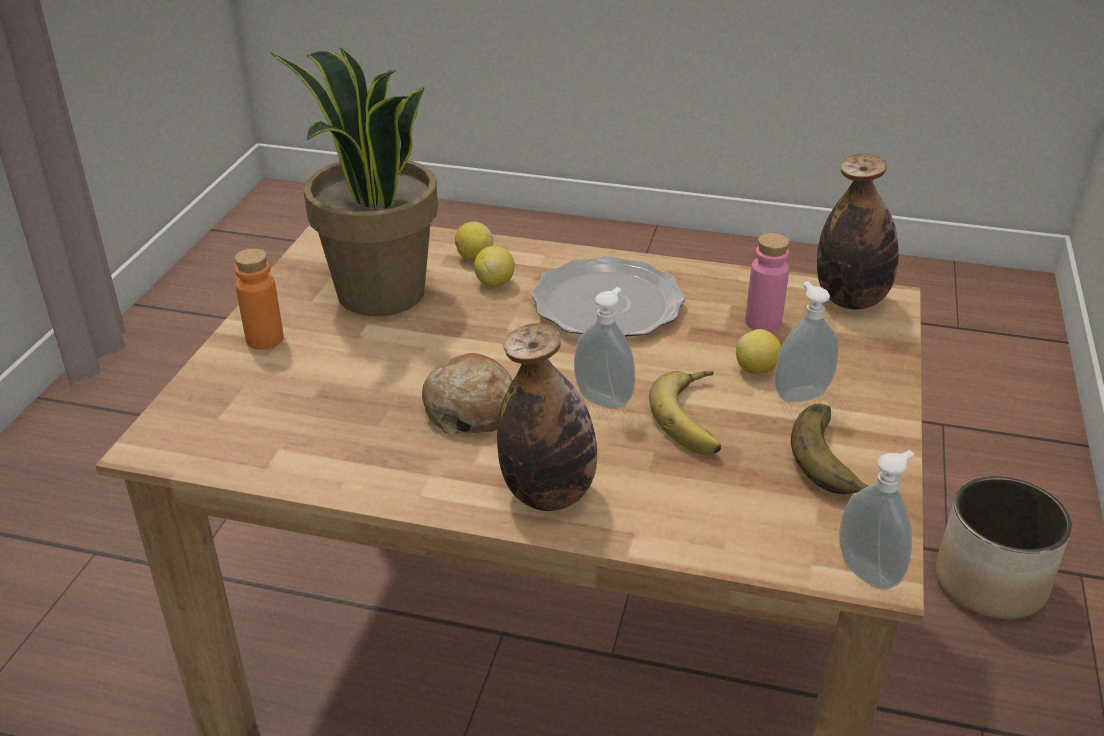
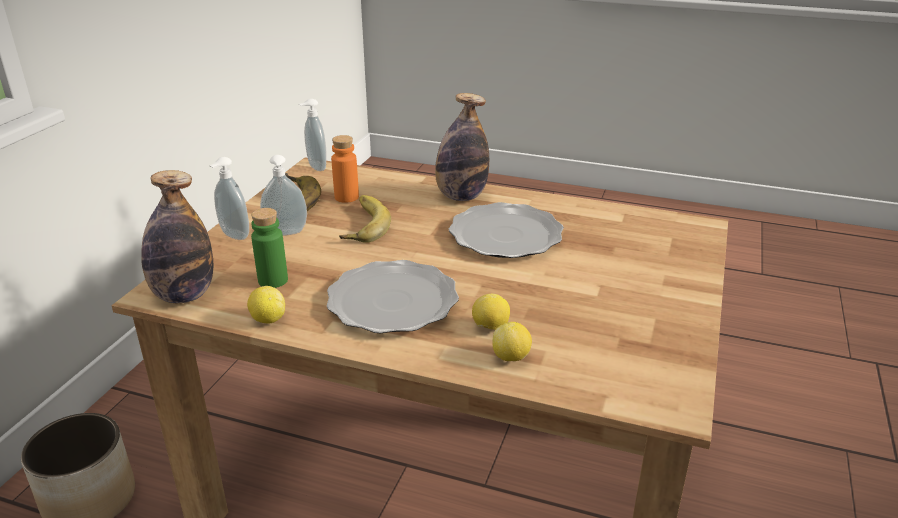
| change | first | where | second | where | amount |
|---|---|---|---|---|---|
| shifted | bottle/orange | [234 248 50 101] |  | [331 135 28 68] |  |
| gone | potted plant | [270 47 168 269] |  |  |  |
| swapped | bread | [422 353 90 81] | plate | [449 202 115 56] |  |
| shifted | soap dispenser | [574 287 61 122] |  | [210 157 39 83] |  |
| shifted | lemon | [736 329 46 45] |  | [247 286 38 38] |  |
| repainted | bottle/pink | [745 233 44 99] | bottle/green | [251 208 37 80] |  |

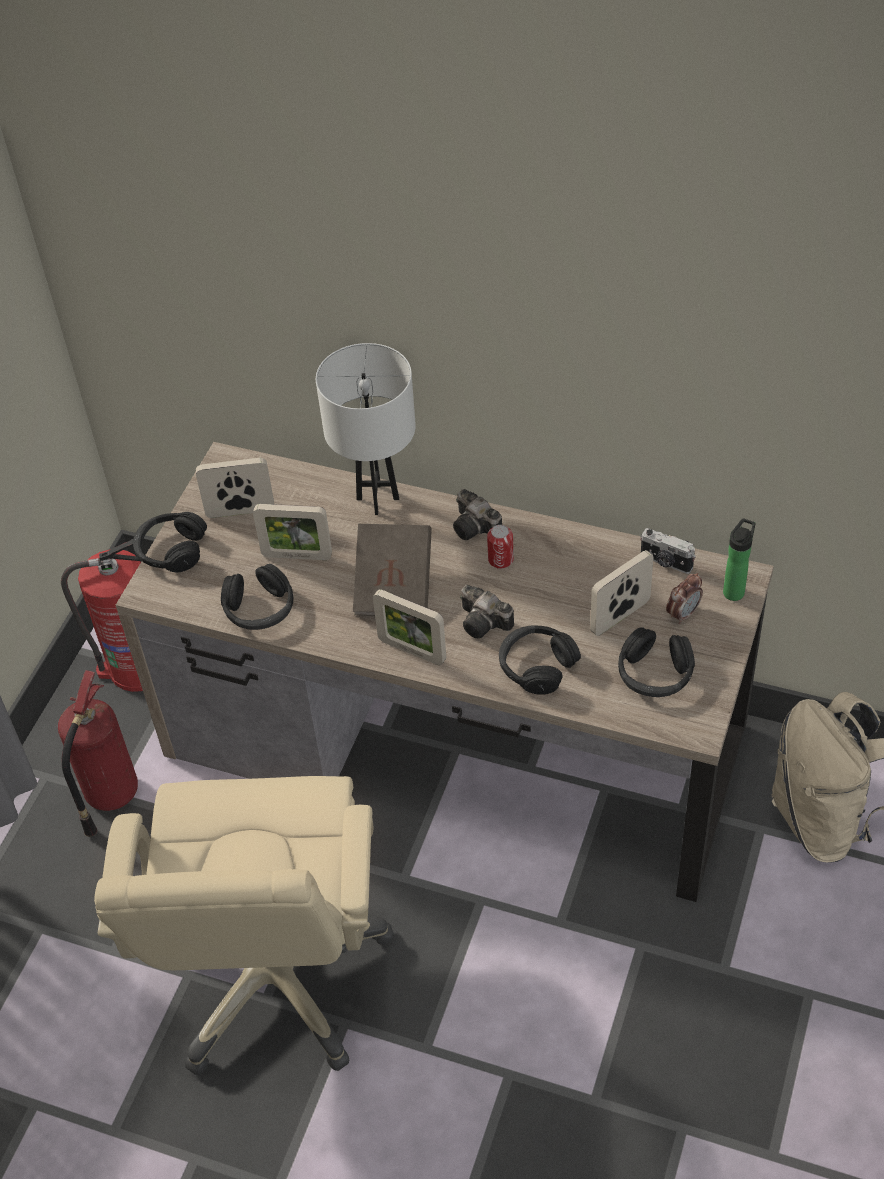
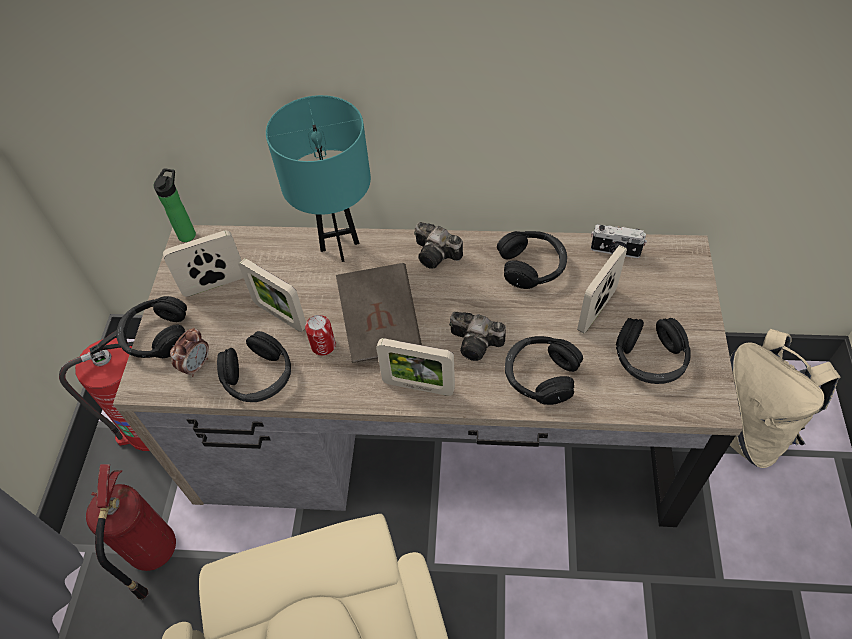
| change | first | where | second | where | amount |
|---|---|---|---|---|---|
| rotated | picture frame | [253 504 79 56] |  | [238 258 68 74] | 45 degrees clockwise |
| repainted | table lamp/white | [316 343 100 172] | table lamp/turquoise | [266 95 105 167] |  |
| shifted | can | [487 525 27 44] |  | [305 315 31 41] |  |
| shifted | alarm clock | [666 573 37 51] |  | [170 328 39 49] |  |
| shifted | bottle | [723 518 32 83] |  | [154 168 42 74] |  |
| new |  |  | headphones/black | [497 231 70 58] |  |

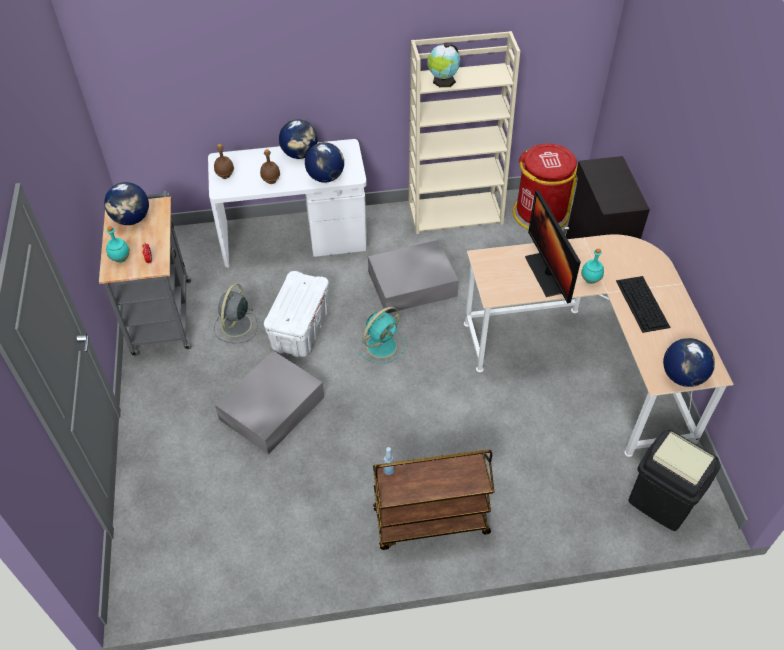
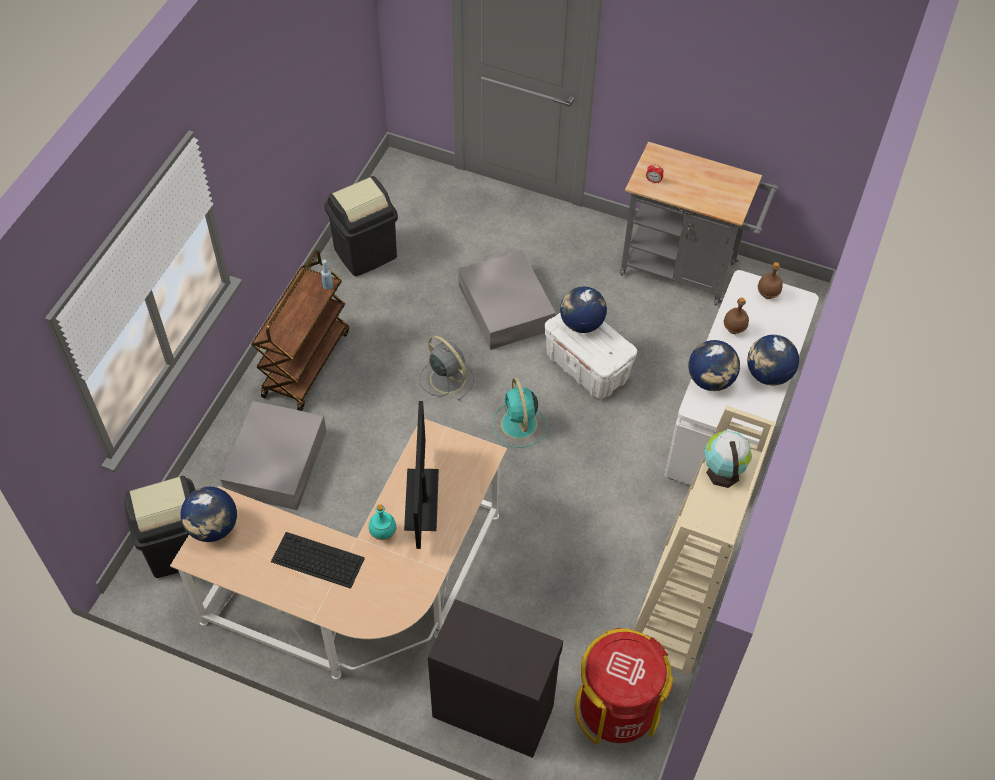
| change | first | where | second | where | amount |
|---|---|---|---|---|---|
| shifted | globe | [104 182 45 43] |  | [560 286 47 47] |  |
| gone | bottle/turquoise | [106 226 24 37] |  |  |  |
| shifted | fan/grey | [214 283 43 60] |  | [419 336 55 65] |  |
| shifted | storage box/grey | [368 240 91 73] |  | [221 401 106 109] |  |
| rotated | monitor | [525 190 56 114] |  | [404 401 35 148] | 105 degrees counterclockwise |
| new |  |  | trash can/black | [324 176 74 100] |  |

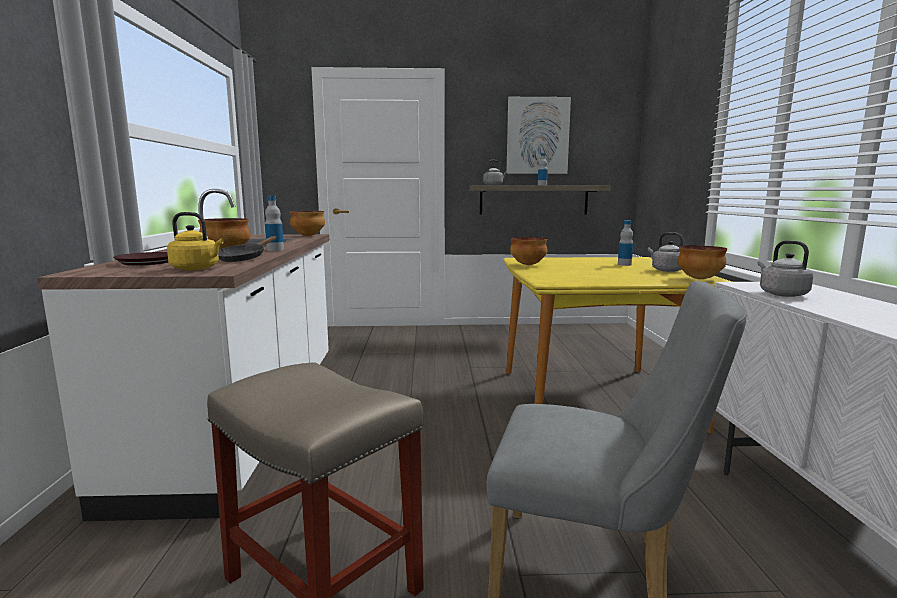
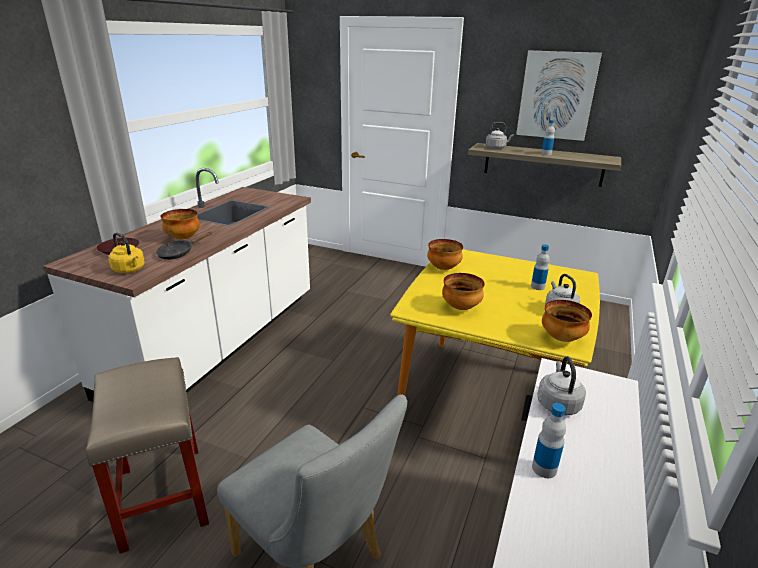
| change | first | where | second | where | amount |
|---|---|---|---|---|---|
| shifted | bottle | [265 196 19 55] |  | [532 403 34 75] |  |
| shifted | bowl | [290 211 35 25] |  | [442 273 43 37] |  |

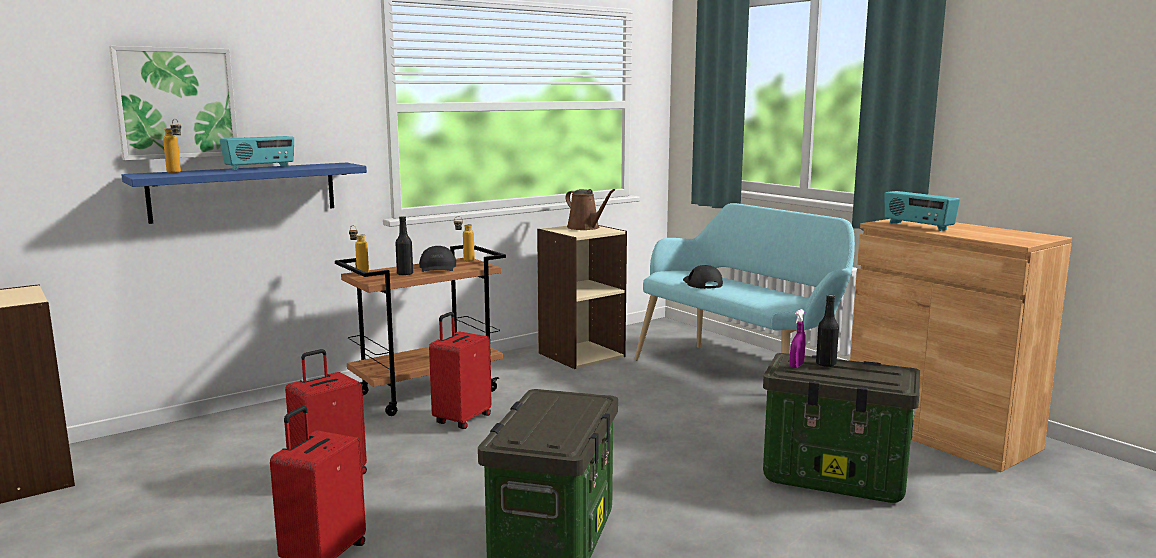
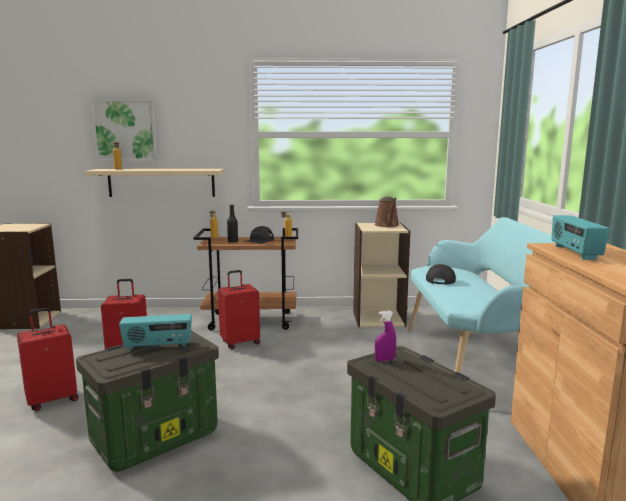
| change | first | where | second | where | amount |
|---|---|---|---|---|---|
| repainted | shelf/blue | [122 163 245 61] | shelf/beige | [84 169 140 28] |  |
| shifted | radio | [220 136 74 34] |  | [119 314 73 37] |  |
| gone | bottle/black | [816 295 23 72] |  |  |  |

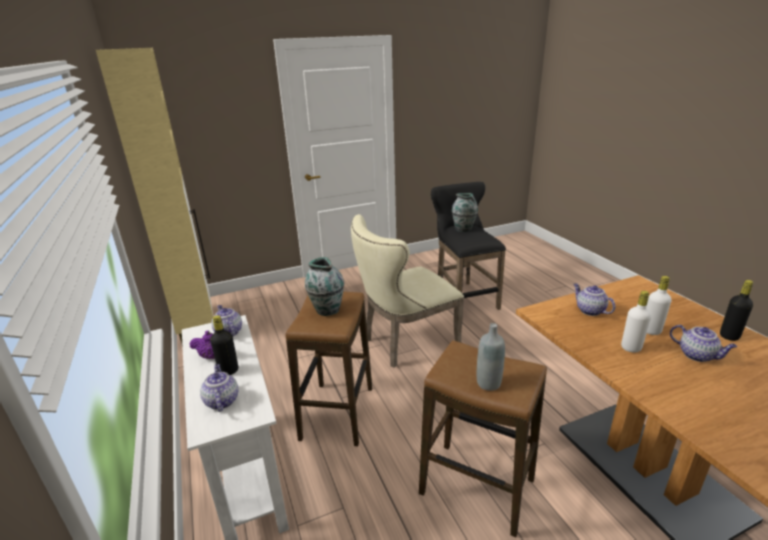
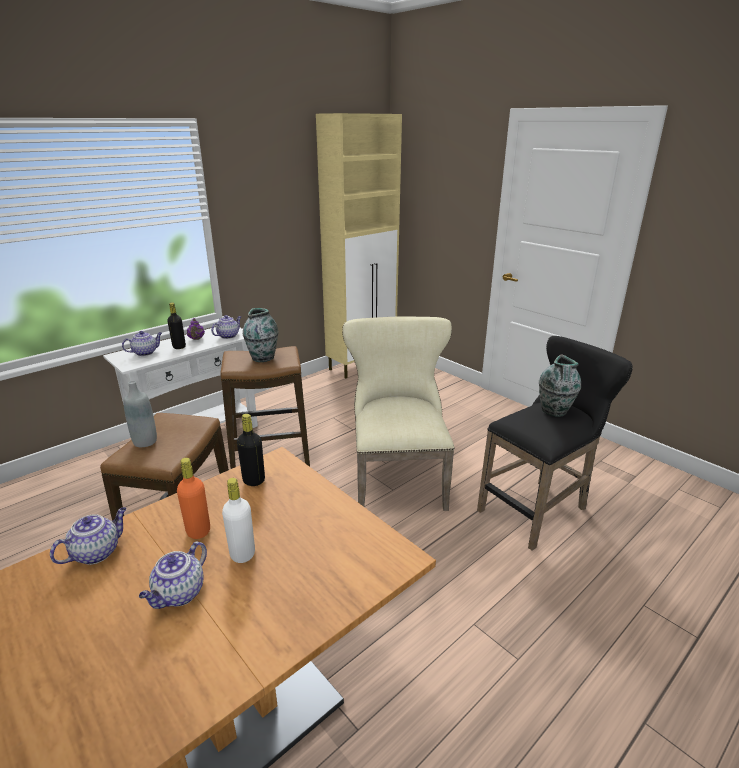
| change | first | where | second | where | amount |
|---|---|---|---|---|---|
| rotated | chair/beige | [351 214 113 154] |  | [342 317 113 194] | 45 degrees clockwise |
| shifted | teapot | [573 283 42 33] |  | [50 507 76 58] |  |
| repainted | bottle/white | [621 291 30 62] | bottle/orange | [177 458 33 81] |  |
| shifted | bottle/black | [720 280 33 61] |  | [237 414 28 72] |  |

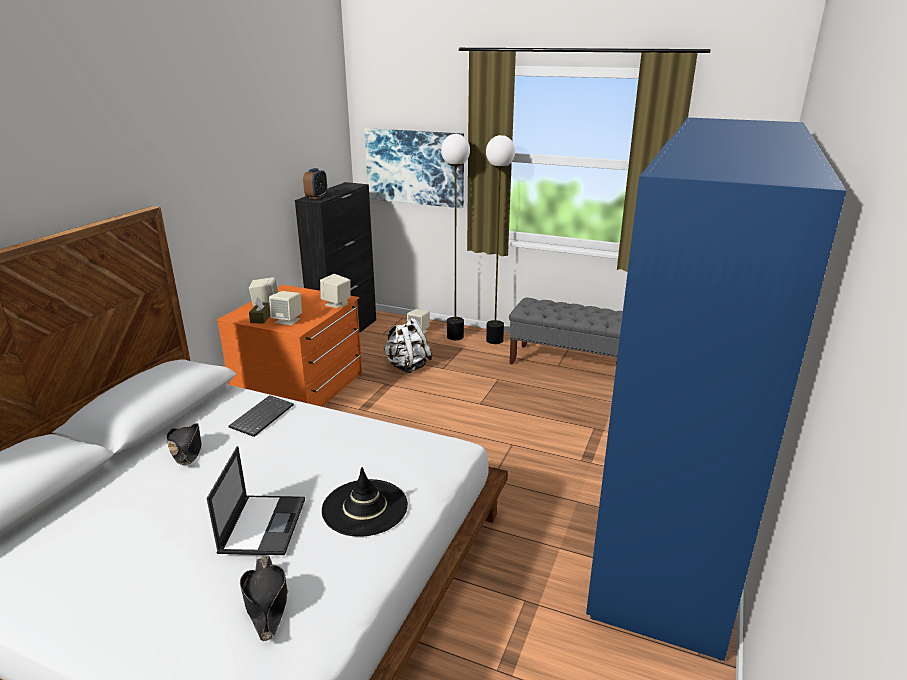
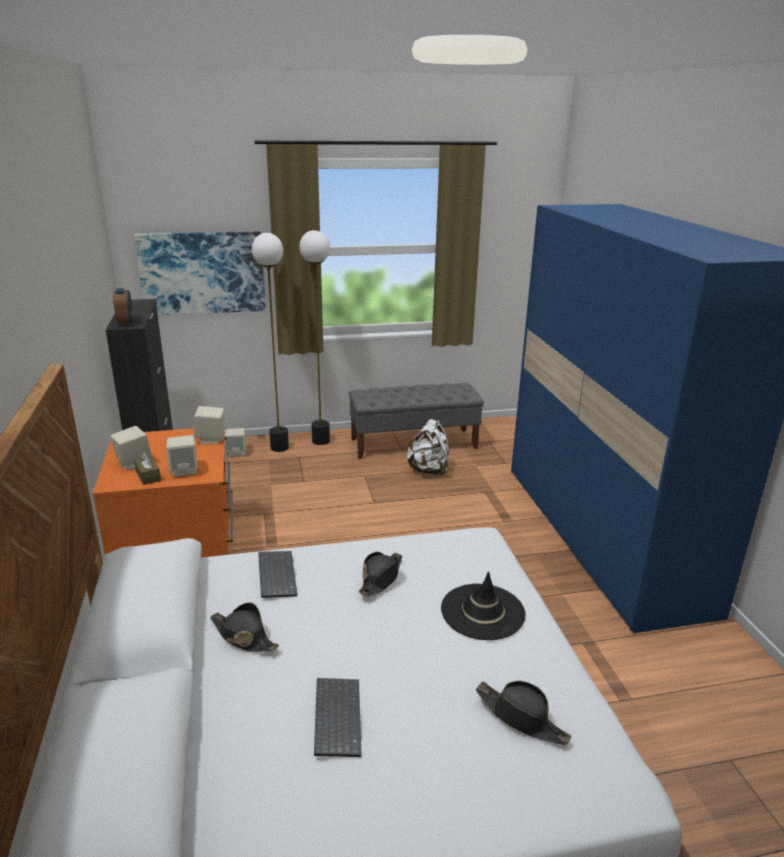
| change | first | where | second | where | amount |
|---|---|---|---|---|---|
| gone | laptop | [207 446 98 109] |  |  |  |
| shifted | backpack/white | [384 318 48 56] |  | [407 419 42 57] |  |
| new |  |  | keyboard | [314 678 47 79] |  |
| new |  |  | hat/black | [358 552 44 44] |  |

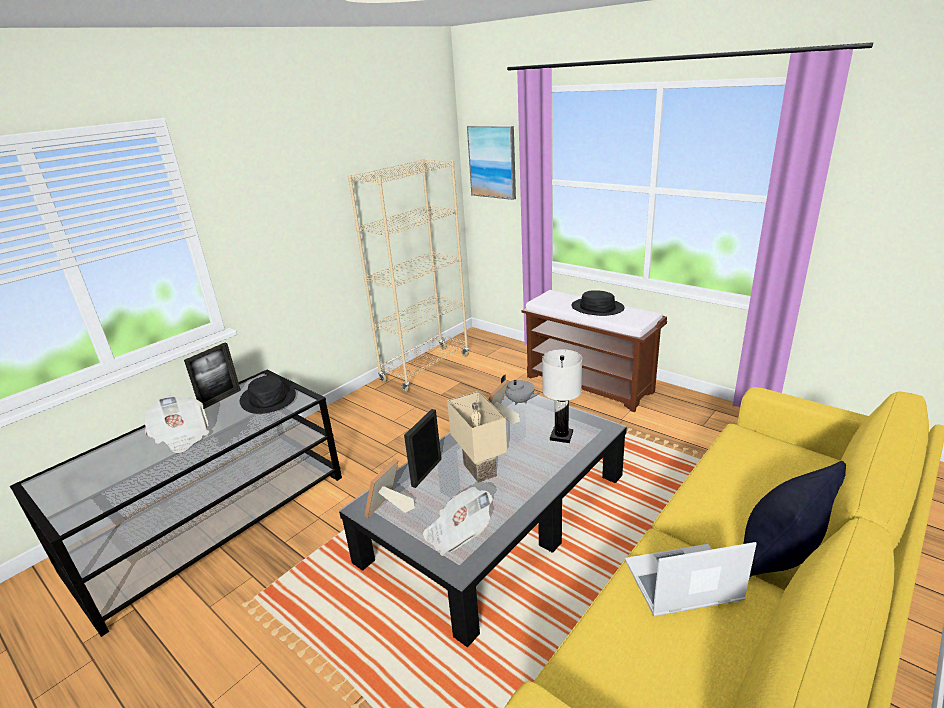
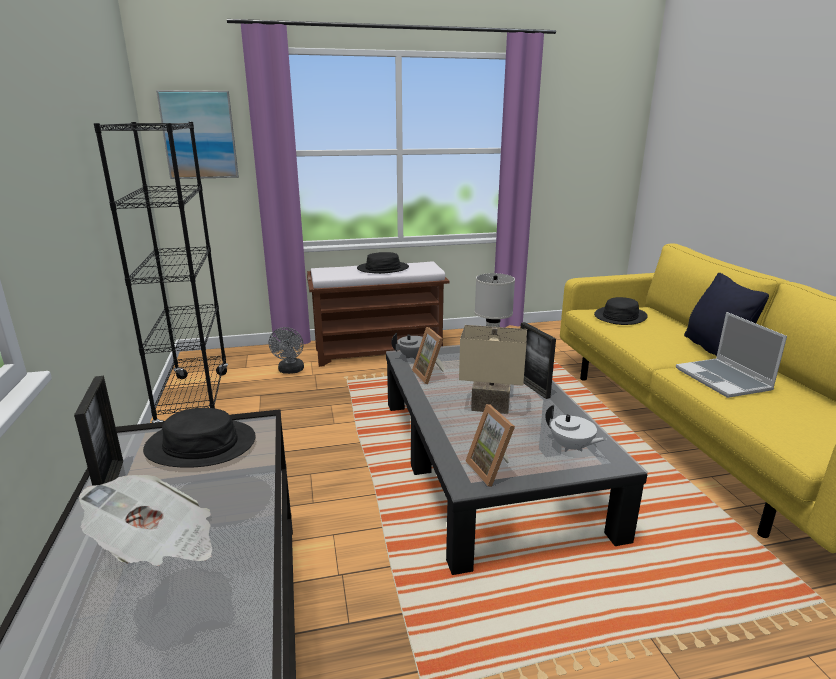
| change | first | where | second | where | amount |
|---|---|---|---|---|---|
| repainted | bookcase/beige | [348 159 121 233] | bookcase/black | [94 122 134 301] |  |
| shifted | picture frame | [404 409 37 79] |  | [521 322 35 77] |  |
| swapped | newspaper | [423 487 70 69] | teapot/white | [545 405 62 47] |  |
| rotated | laptop | [625 542 131 75] |  | [676 312 111 86] | 45 degrees counterclockwise |
| new |  |  | fan/grey | [269 327 35 47] |  |
| new |  |  | hat/black | [594 297 54 28] |  |

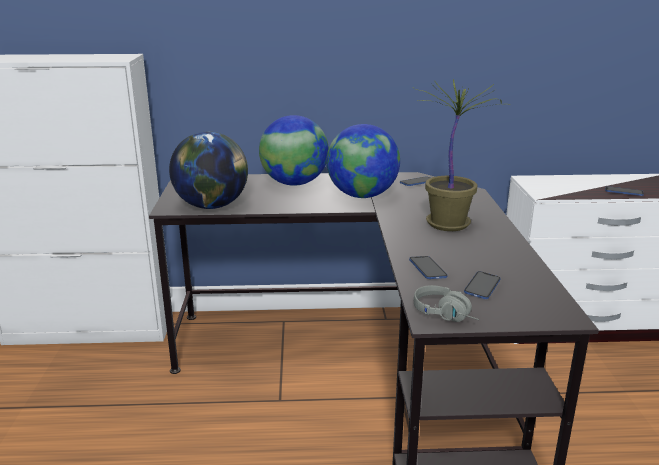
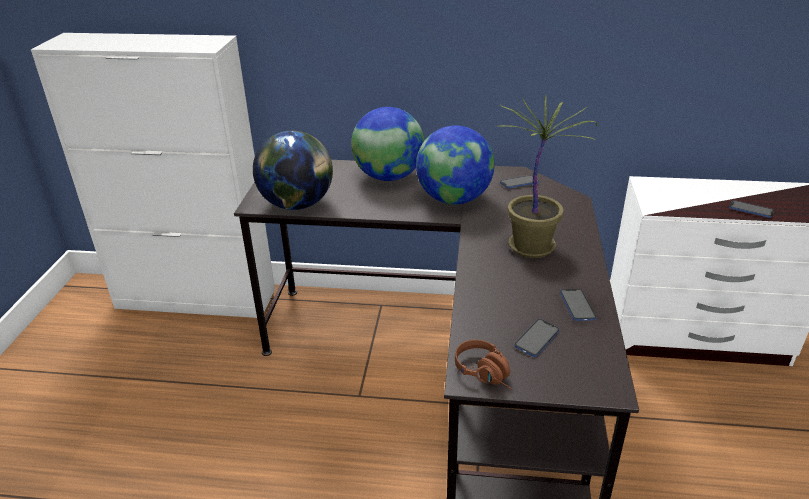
| change | first | where | second | where | amount |
|---|---|---|---|---|---|
| shifted | phone | [409 256 39 23] |  | [560 289 37 32] |  |
| repainted | headphones/grey | [414 285 65 37] | headphones/brown | [455 340 57 49] |  |

